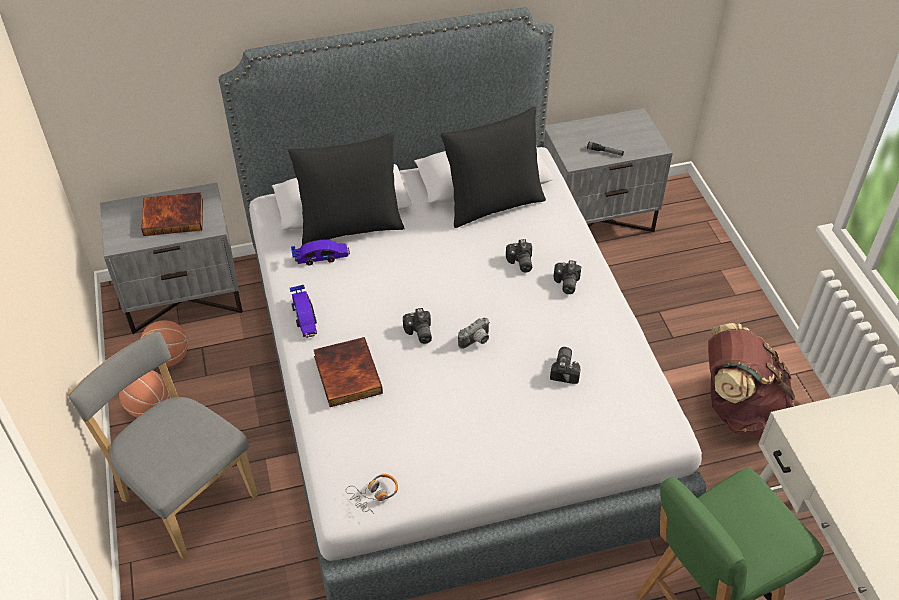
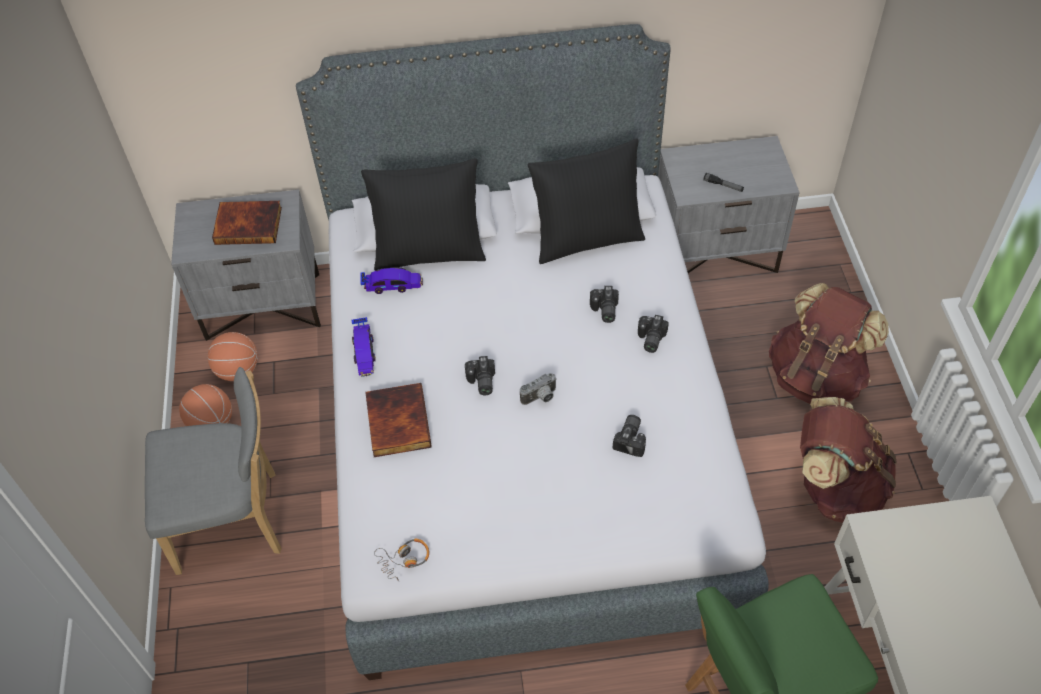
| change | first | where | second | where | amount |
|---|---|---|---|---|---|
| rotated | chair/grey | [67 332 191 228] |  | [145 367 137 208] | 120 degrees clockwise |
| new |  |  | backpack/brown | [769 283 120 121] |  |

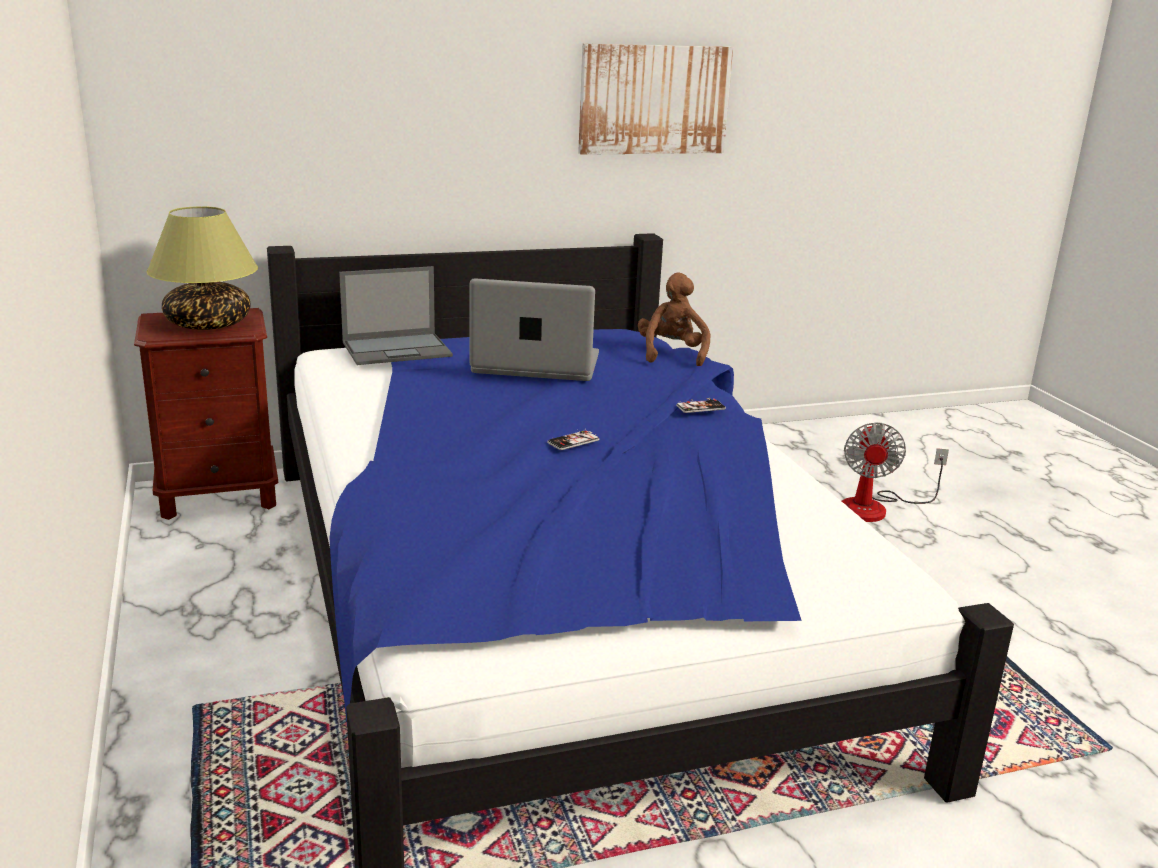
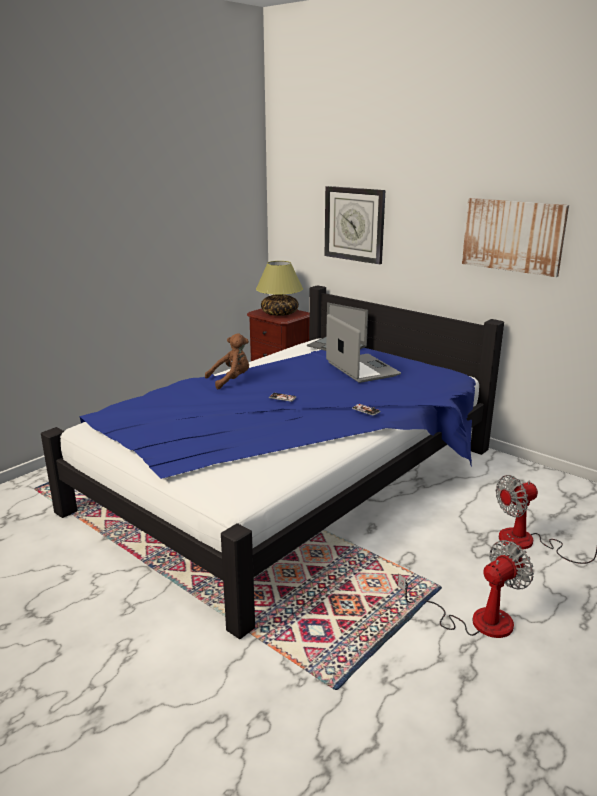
| change | first | where | second | where | amount |
|---|---|---|---|---|---|
| shifted | plush toy/brown | [638 273 72 93] |  | [205 333 44 56] |  |
| new |  |  | wall clock | [325 186 60 79] |  |
| new |  |  | fan | [398 540 136 98] |  |

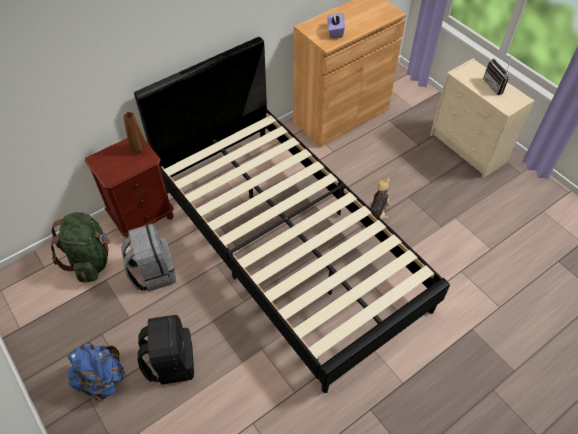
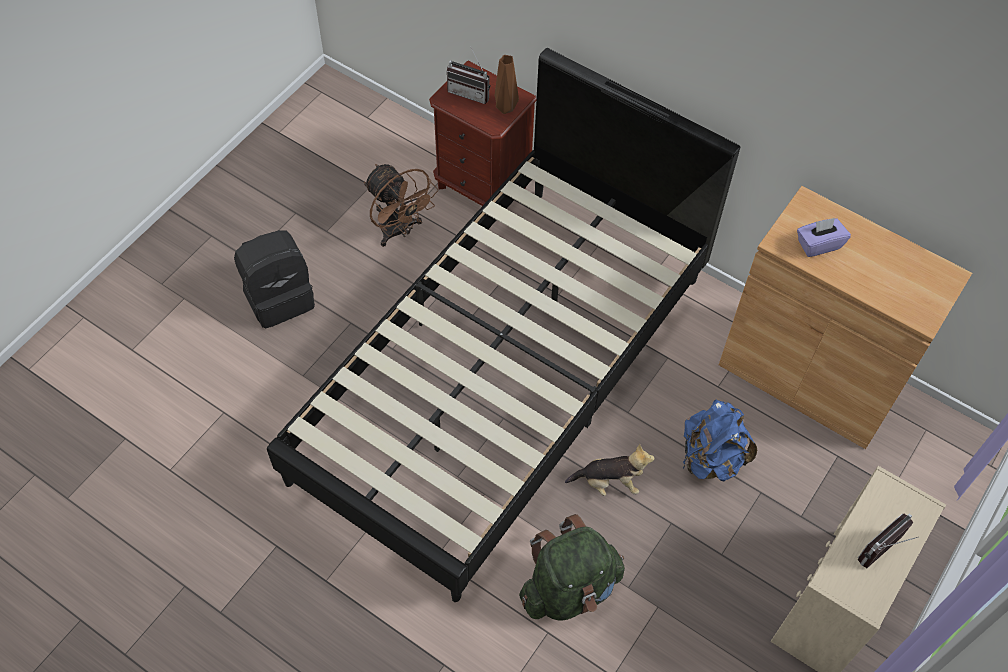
| change | first | where | second | where | amount |
|---|---|---|---|---|---|
| shifted | backpack/green | [51 212 59 70] |  | [519 514 106 106] |  |
| shifted | backpack/blue | [67 342 57 60] |  | [683 400 74 81] |  |
| swapped | backpack/grey | [121 224 55 68] | fan/brown | [364 164 74 83] |  |
| new |  |  | radio | [447 46 43 58] |  |

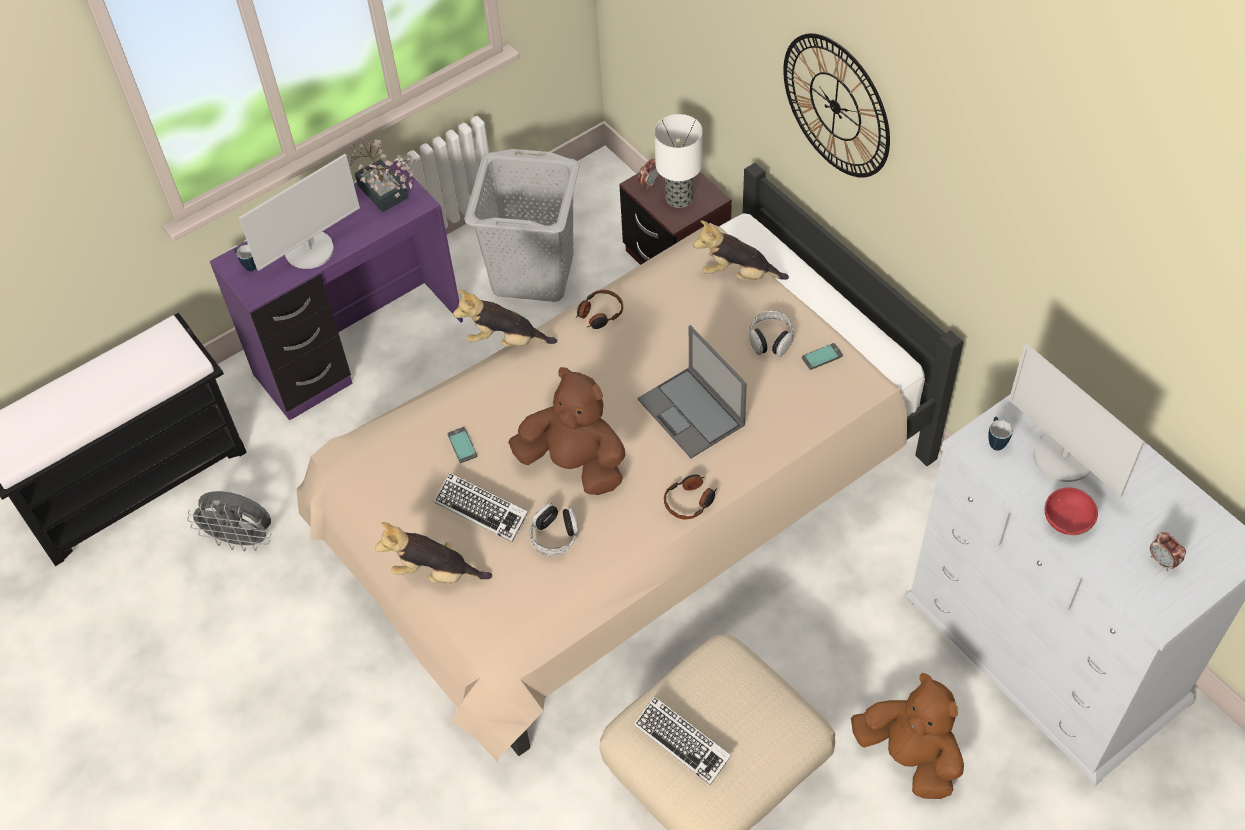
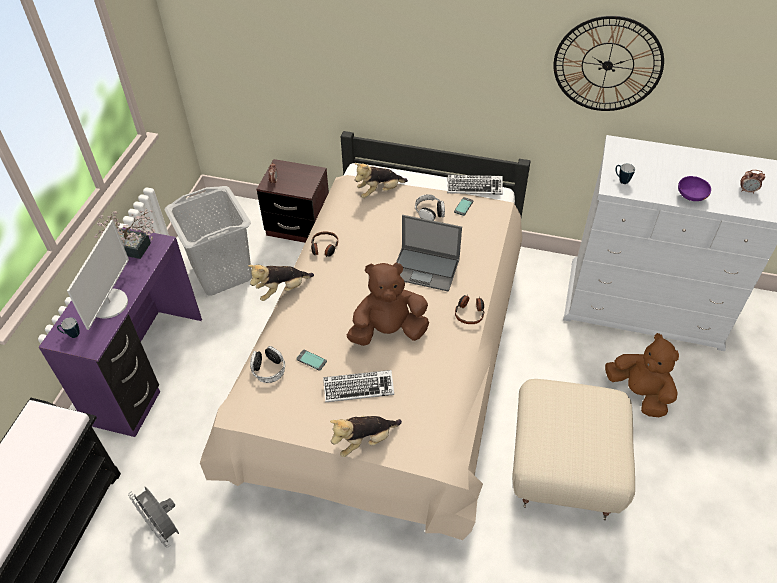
| change | first | where | second | where | amount |
|---|---|---|---|---|---|
| rotated | fan/grey | [187 491 84 60] |  | [128 487 51 61] | 75 degrees clockwise |
| shifted | headphones | [530 503 49 53] |  | [250 346 35 37] |  |
| shifted | keyboard | [634 696 98 89] |  | [447 175 56 20] |  |
| gone | table lamp | [654 114 48 94] |  |  |  |
| shifted | wall clock | [783 33 107 145] |  | [554 16 110 95] |  |
| rotated | plush toy/brown | [851 673 113 126] |  | [605 333 74 84] | 45 degrees clockwise |
| gone | monitor | [1009 343 135 154] |  |  |  |
| repainted | bowl/red | [1044 487 54 48] | bowl/purple | [678 176 33 25] |  |

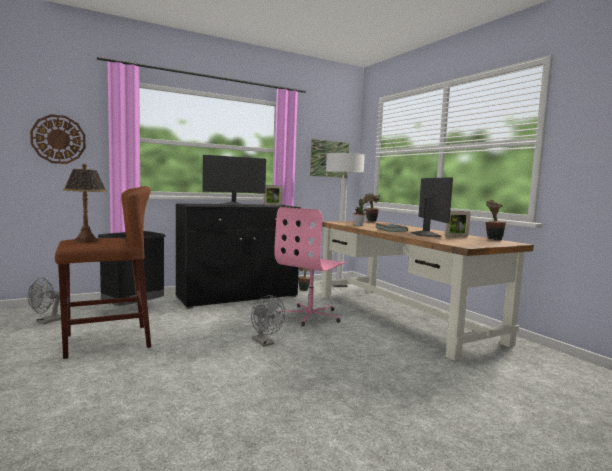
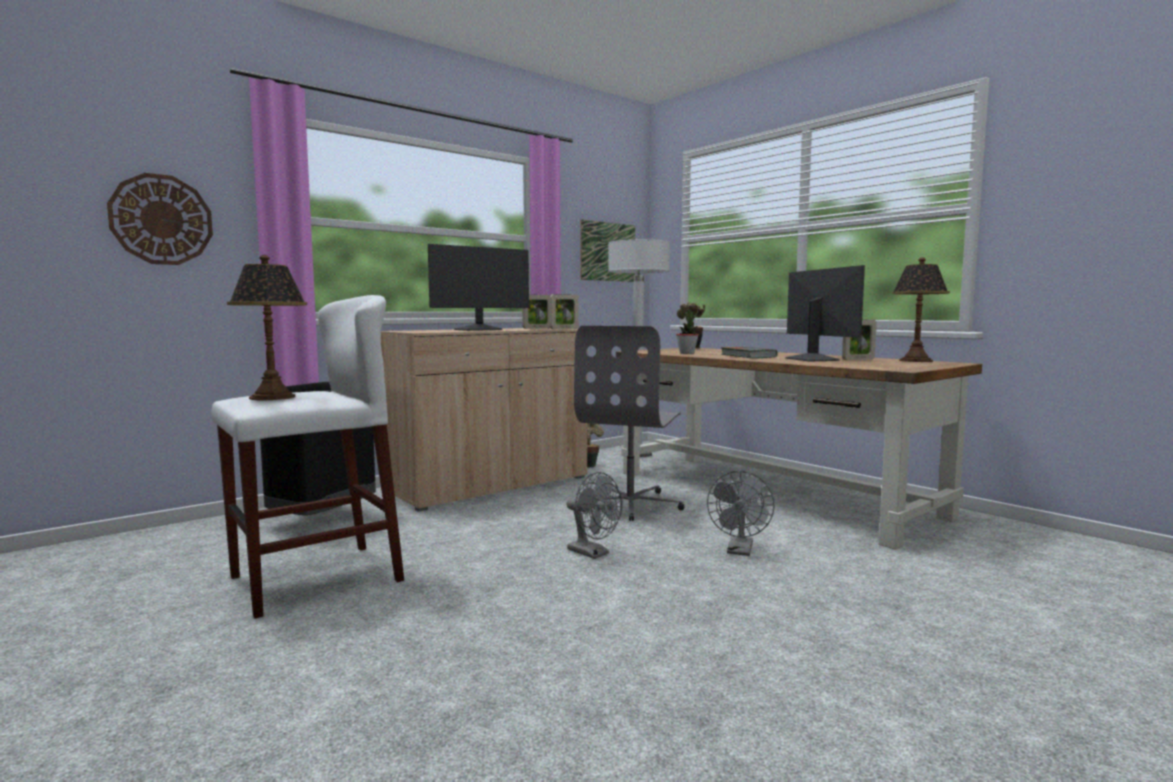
| change | first | where | second | where | amount |
|---|---|---|---|---|---|
| shifted | fan/grey | [28 277 33 47] |  | [707 471 67 85] |  |
| repainted | stool/brown | [55 186 96 173] | stool/white | [211 295 193 323] |  |
| repainted | cabinet/black | [176 203 125 106] | cabinet/beige | [381 328 207 184] |  |
| repainted | office chair/pink | [274 207 73 119] | office chair/grey | [574 326 111 195] |  |
| swapped | potted plant | [485 200 21 41] | table lamp | [892 257 58 105] |  |
| new |  |  | picture frame | [550 294 29 35] |  |

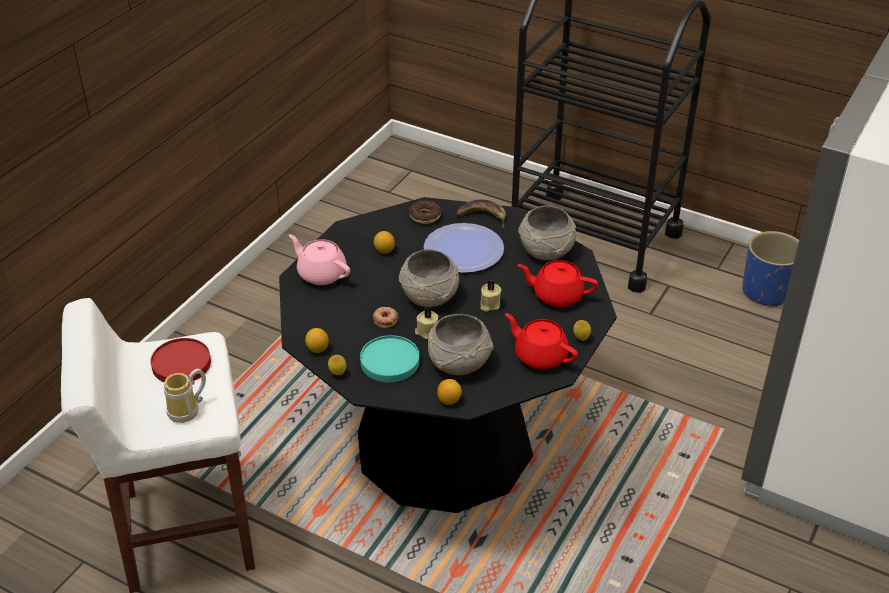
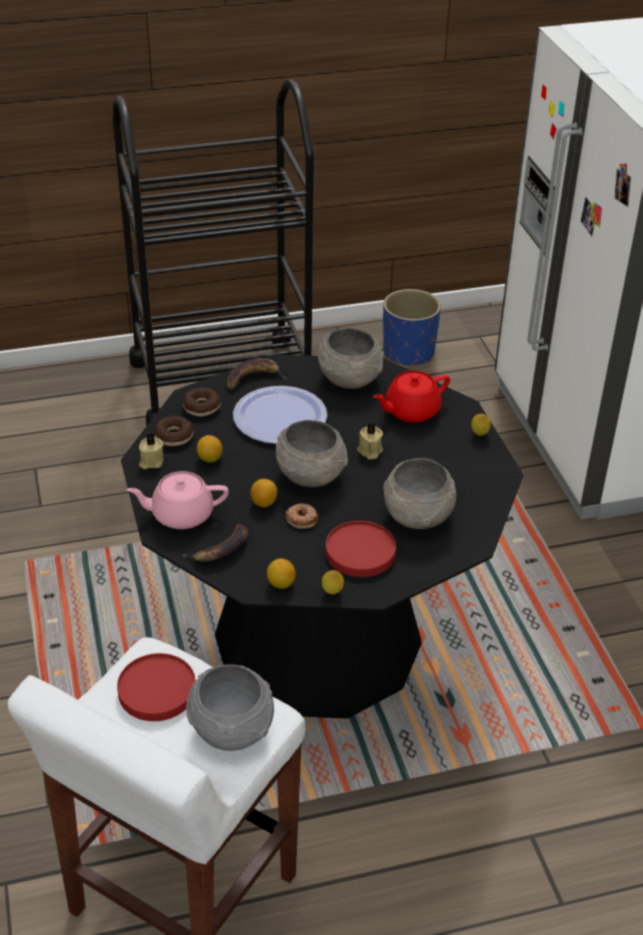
| change | first | where | second | where | amount |
|---|---|---|---|---|---|
| swapped | mug | [164 369 42 54] | bowl/grey | [186 664 88 87] |  |
| repainted | plate/turquoise | [360 335 59 47] | plate/red | [326 521 70 56] |  |
| shifted | candle/beige | [415 308 23 31] |  | [139 433 25 36] |  |
| shifted | lemon | [437 379 25 26] |  | [250 479 28 28] |  |
| gone | teapot/red | [505 313 73 57] |  |  |  |
| new |  |  | donut | [154 416 40 30] |  |
| new |  |  | banana | [182 524 66 38] |  |

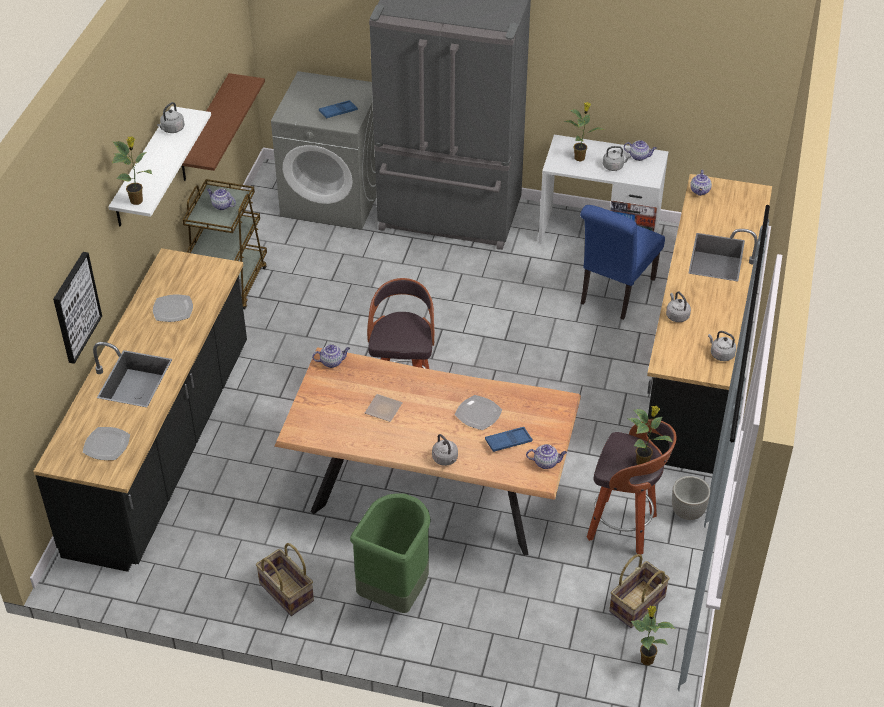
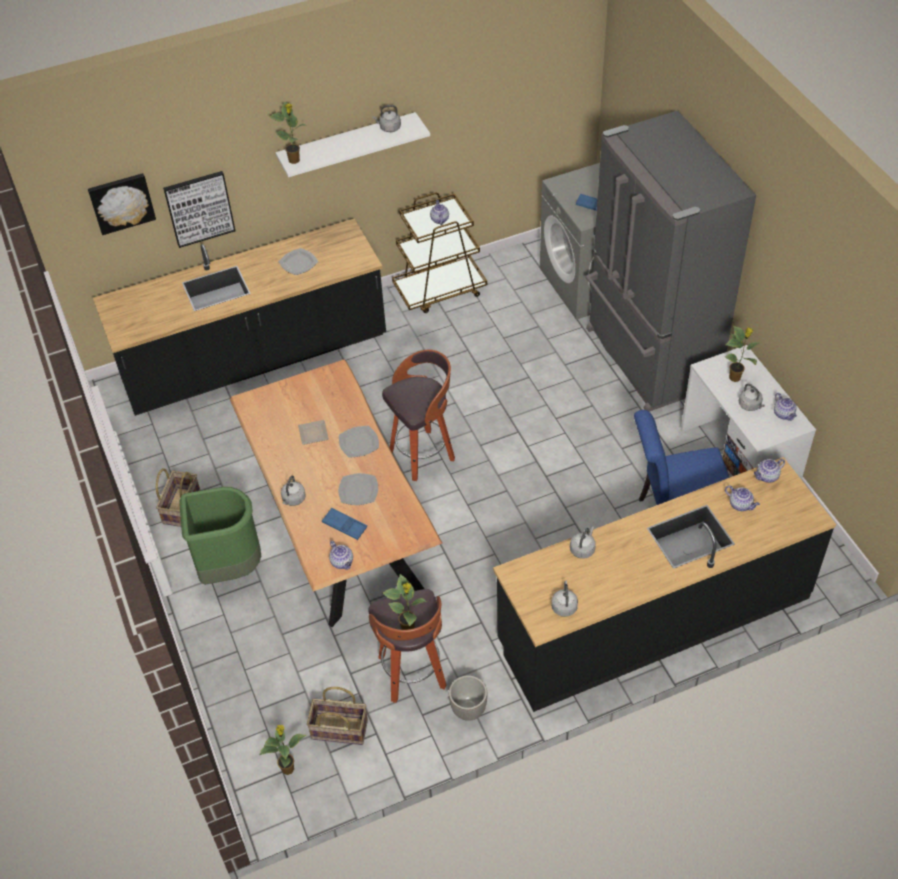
| change | first | where | second | where | amount |
|---|---|---|---|---|---|
| shifted | plate | [83 427 47 33] |  | [339 426 40 32] |  |
| gone | shelf/brown | [181 73 84 108] |  |  |  |
| shifted | teapot | [312 344 38 24] |  | [725 486 35 25] |  |
| new |  |  | picture | [88 173 68 62] |  |

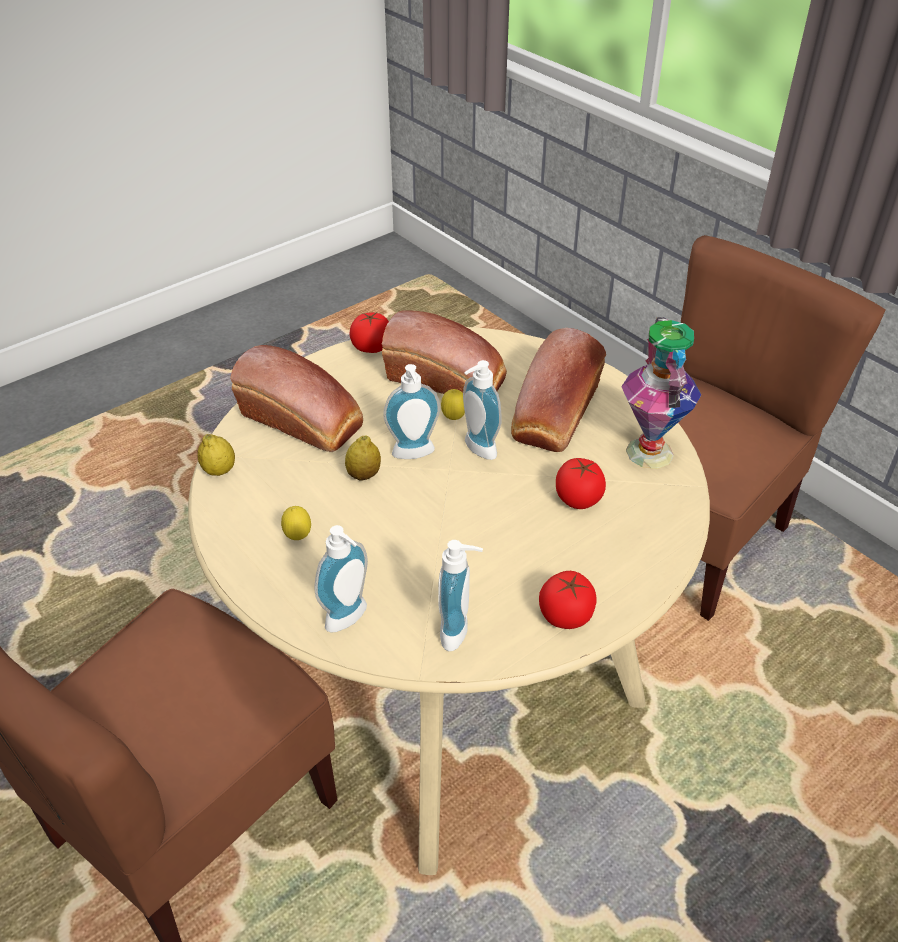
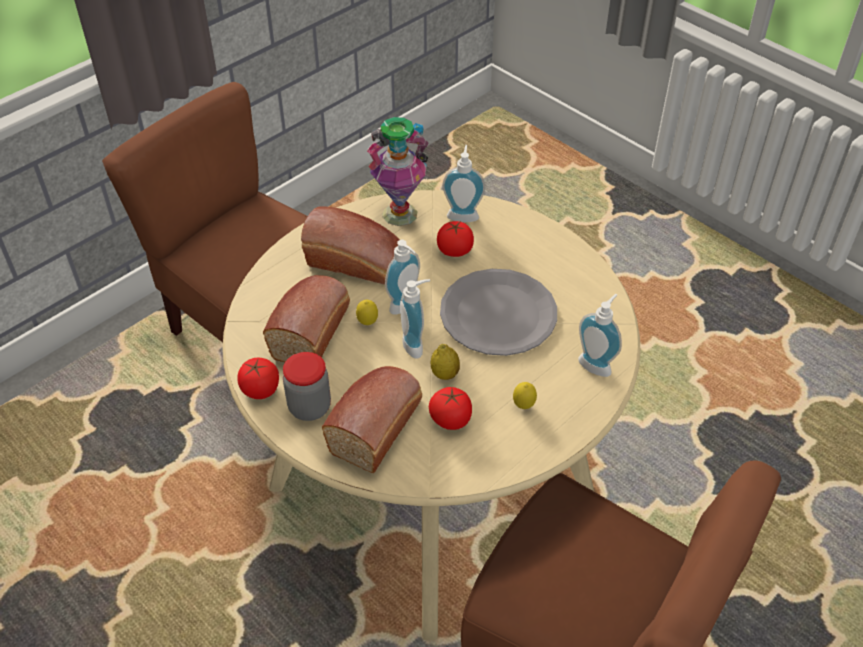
| change | first | where | second | where | amount |
|---|---|---|---|---|---|
| gone | lemon | [197 434 38 42] |  |  |  |
| shifted | soap dispenser | [438 540 45 111] |  | [443 145 42 77] |  |
| shifted | tomato | [539 571 58 58] |  | [429 387 43 43] |  |
| new |  |  | jar | [283 352 48 69] |  |
| new |  |  | plate/grey | [440 269 117 87] |  |

